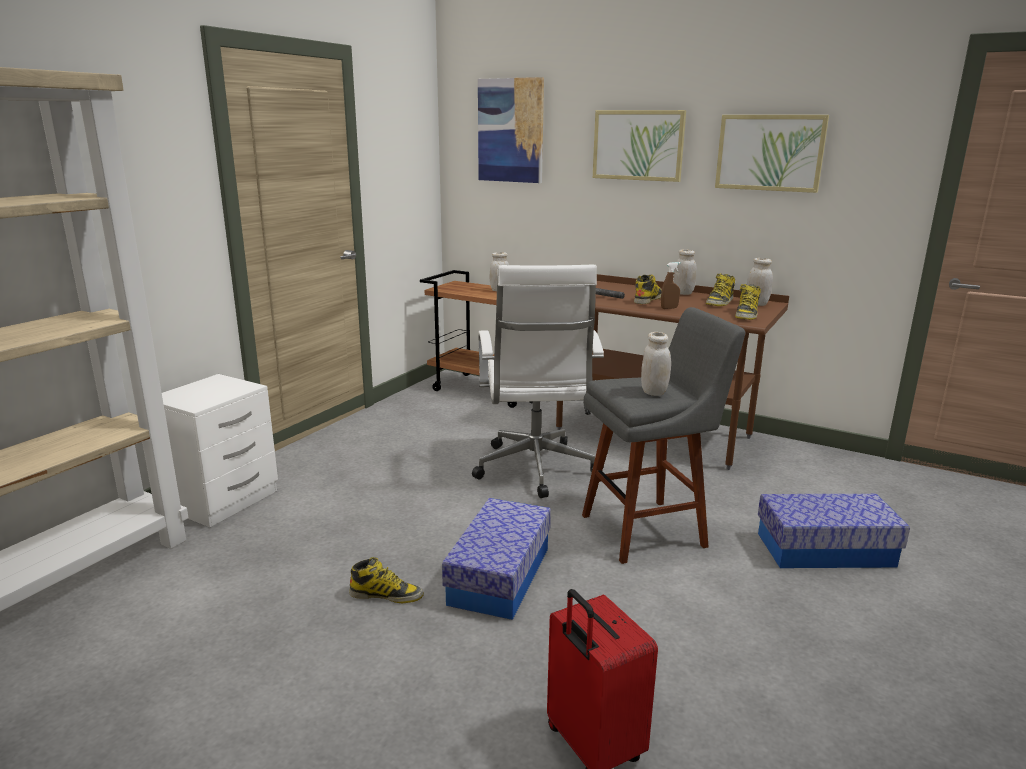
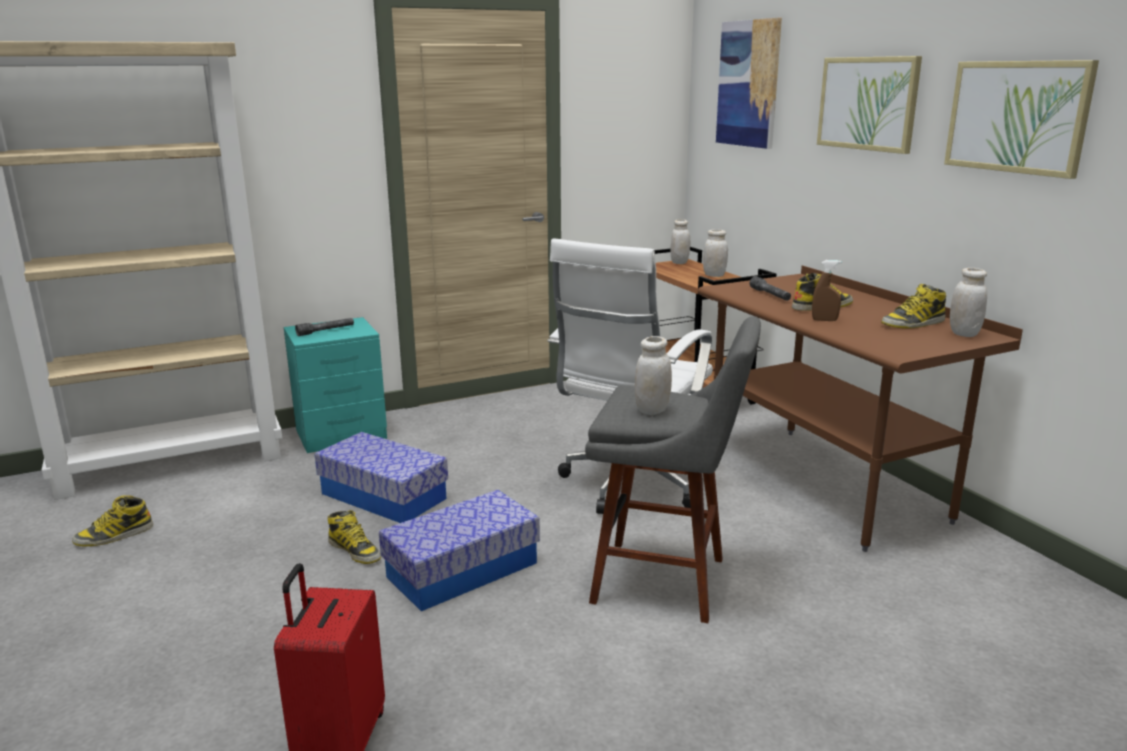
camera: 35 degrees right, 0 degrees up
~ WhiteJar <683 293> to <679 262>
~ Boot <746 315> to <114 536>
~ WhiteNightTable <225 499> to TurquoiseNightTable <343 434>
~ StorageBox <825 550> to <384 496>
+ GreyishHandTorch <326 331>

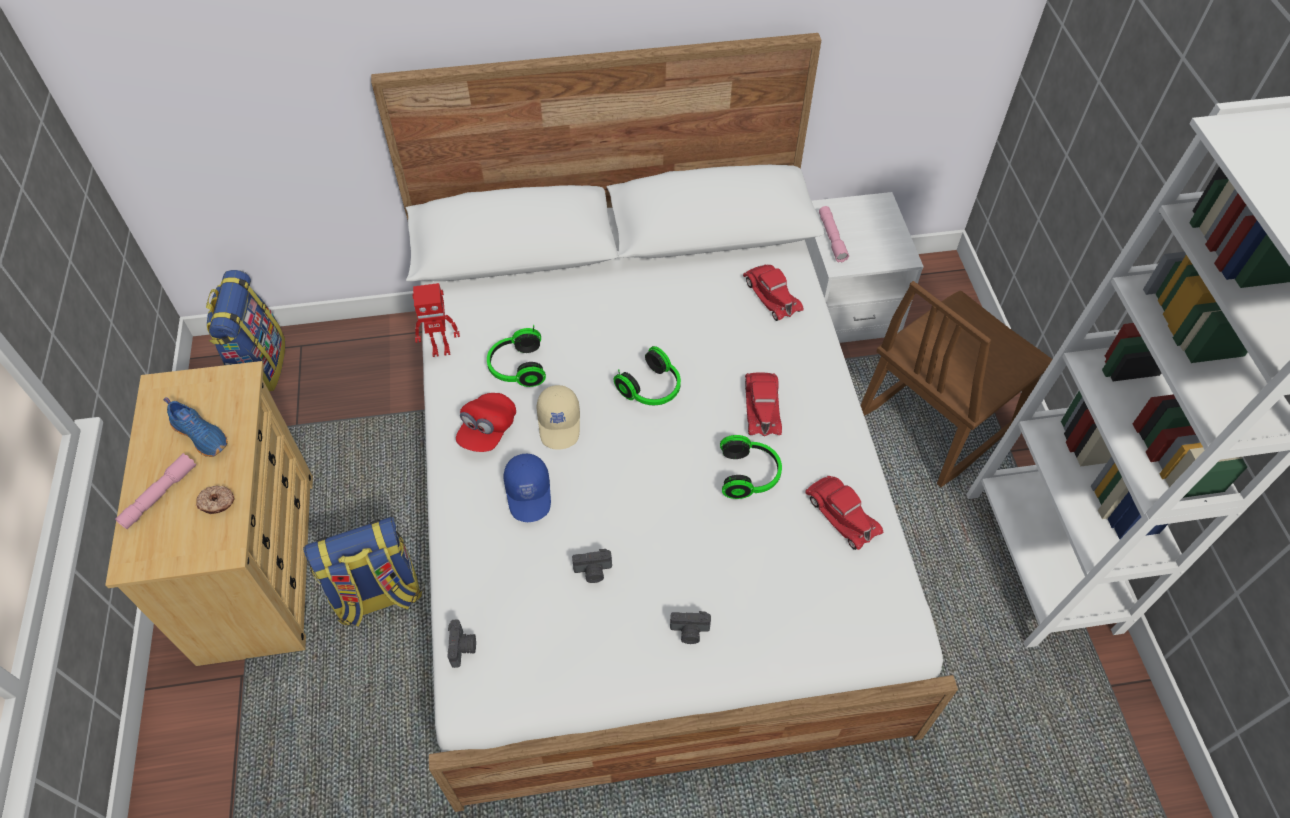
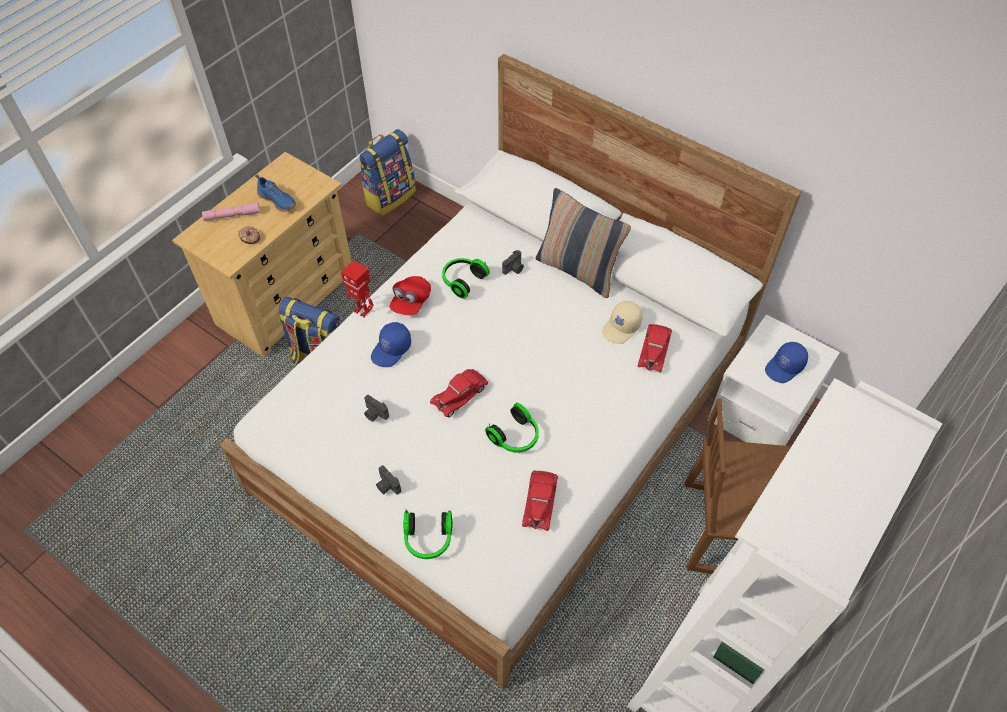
camera: 45 degrees right, 0 degrees up
- PinkColouredHandTorch <832 238>
~ ModelRobot <441 349> to <362 310>
~ Headset <652 389> to <428 539>
~ RedMiniatureCar <762 407> to <460 394>
~ SandColouredBaseballCap <560 423> to <622 327>
~ RedBaseballCap <487 430> = <411 302> 45 degrees counterclockwise
~ BlueLowShoe <202 435> = <278 200> 45 degrees counterclockwise
~ StillCamera <463 648> to <514 269>
+ ThrowPillow <578 270>
+ BlueBaseballCap <785 367>

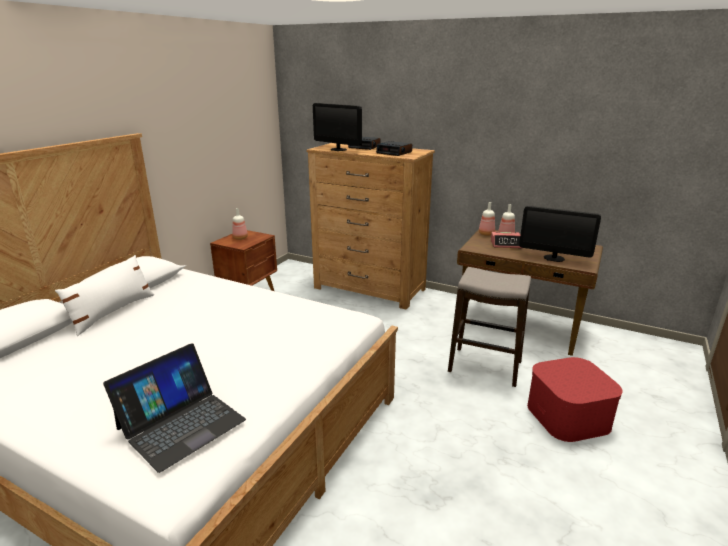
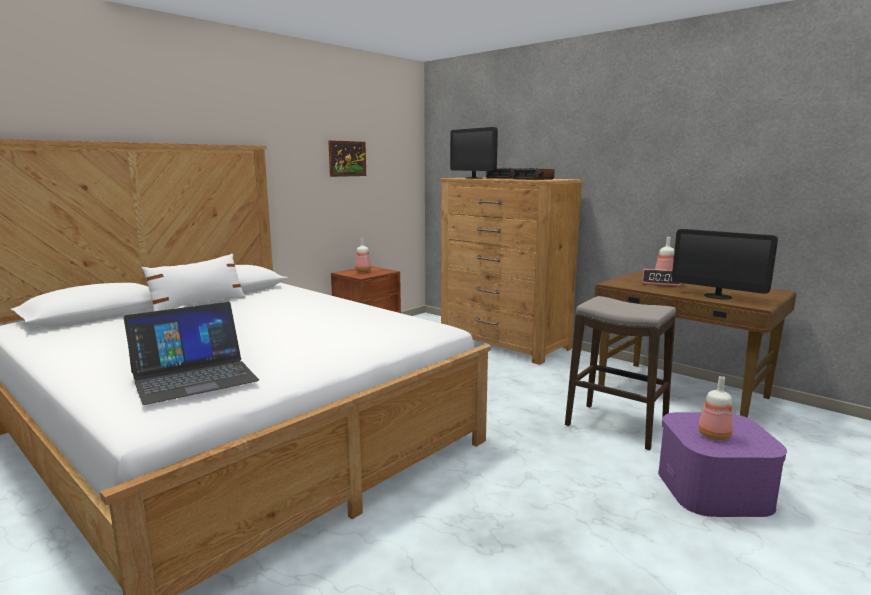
camera: 15 degrees right, 10 degrees down
~ DrinkBottle <485 234> to <713 435>
~ RedStorageBox <568 415> to PurplishStorageBox <714 489>
+ WallPicture <347 158>

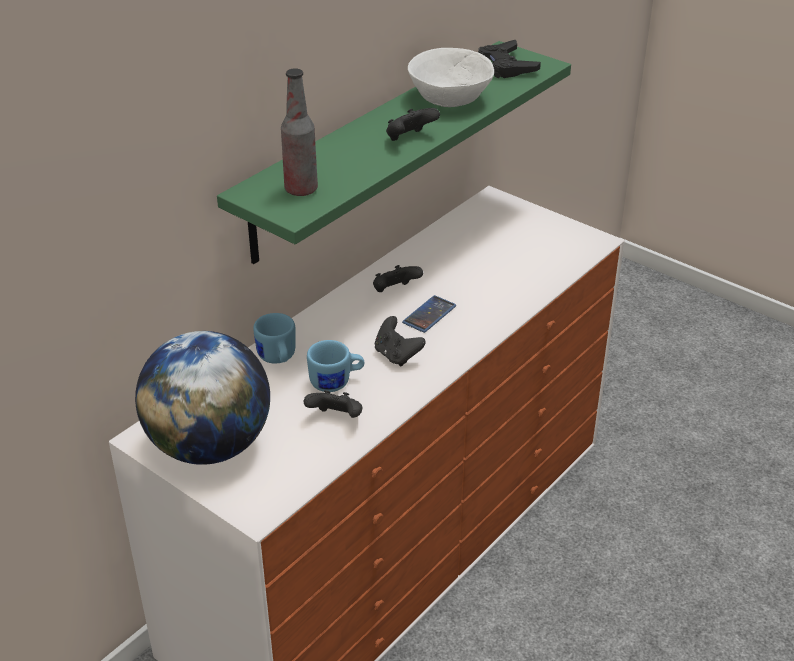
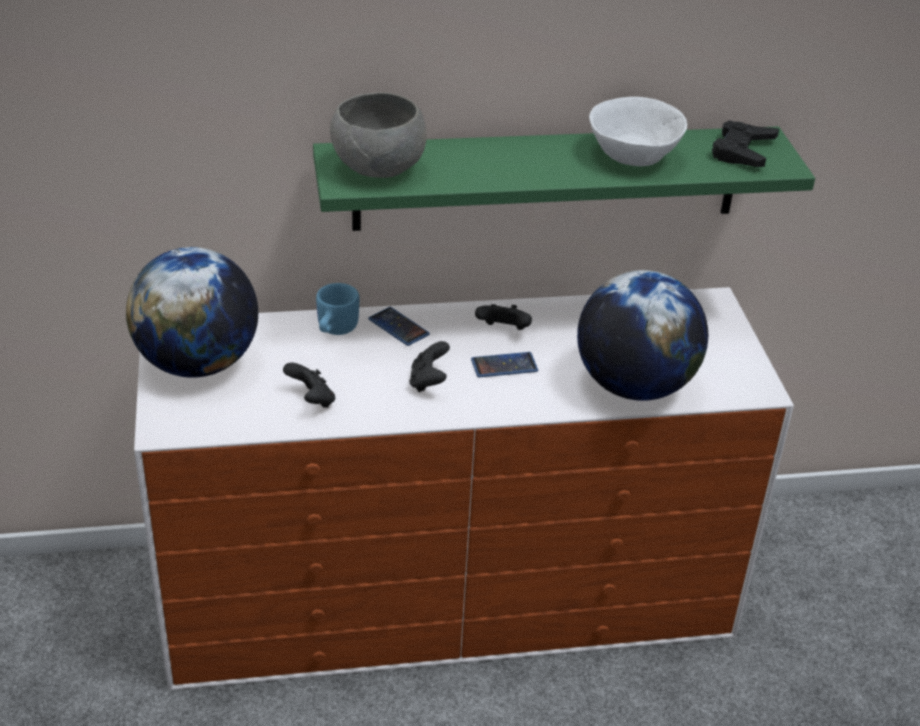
camera: 40 degrees right, 0 degrees up
~ DrinkBottle <301 190> to GreyishDeepDish <379 170>
- BlackishGamepad <409 139>
- BlueTeaMug <336 382>
+ WorldGlobe <634 386>
+ Phone <398 327>

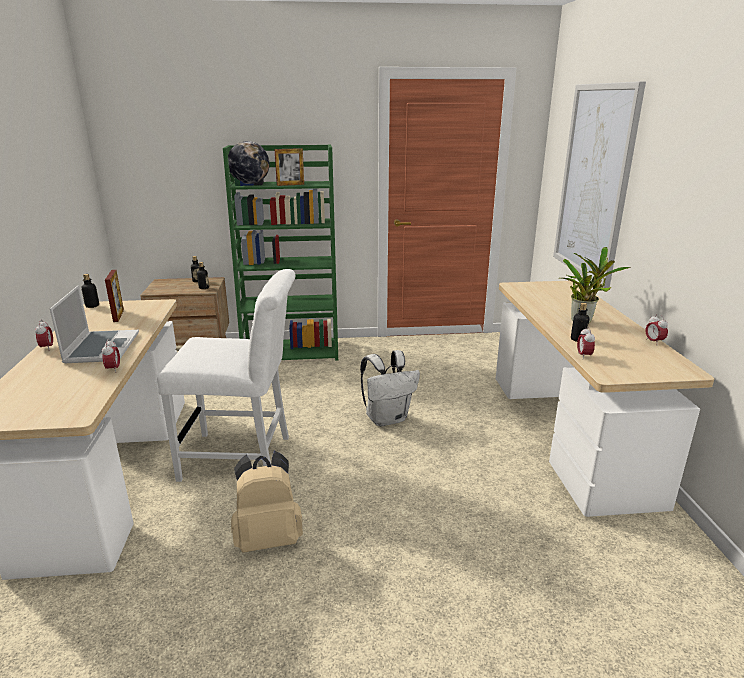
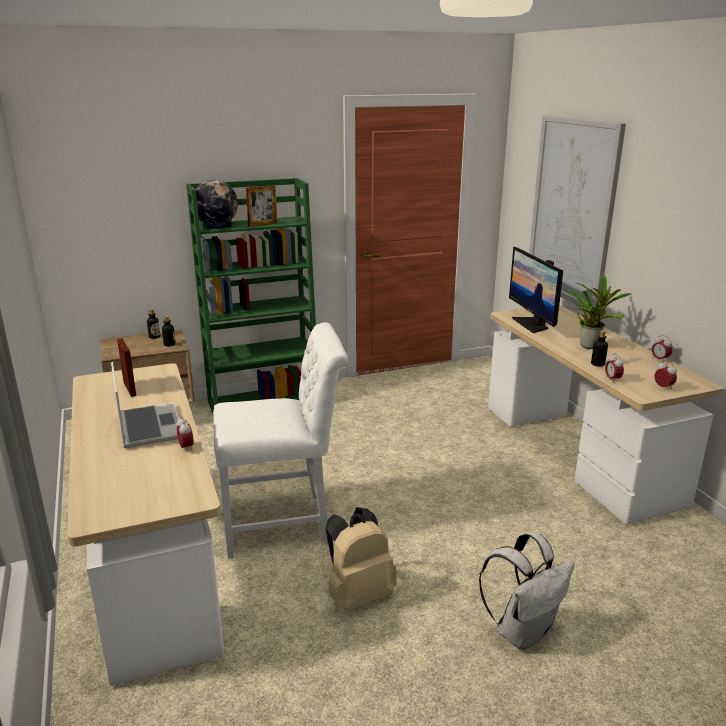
camera: 15 degrees left, 0 degrees up
- DrinkBottle <92 306>
~ BedsideClock <47 348> to <663 387>
~ WhiteKnapsack <387 418> to <523 631>
+ Monitor <532 324>

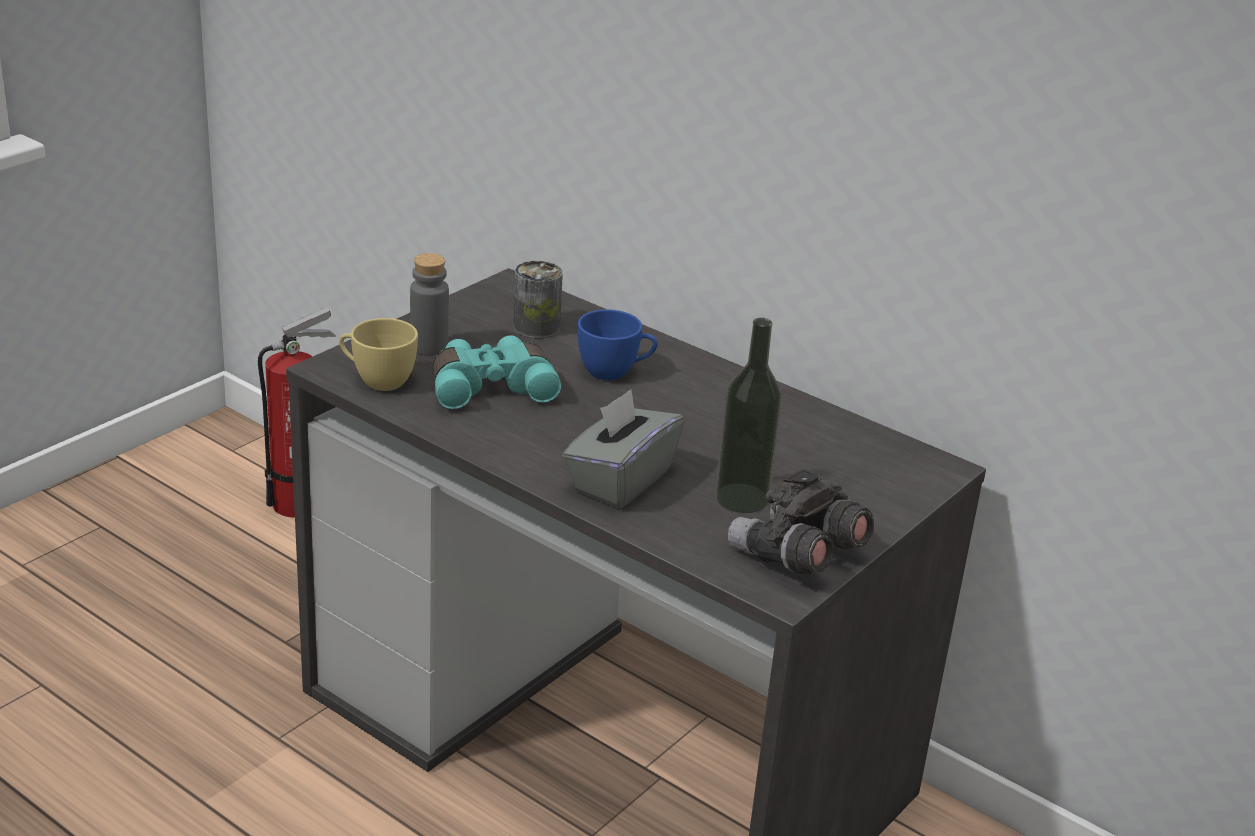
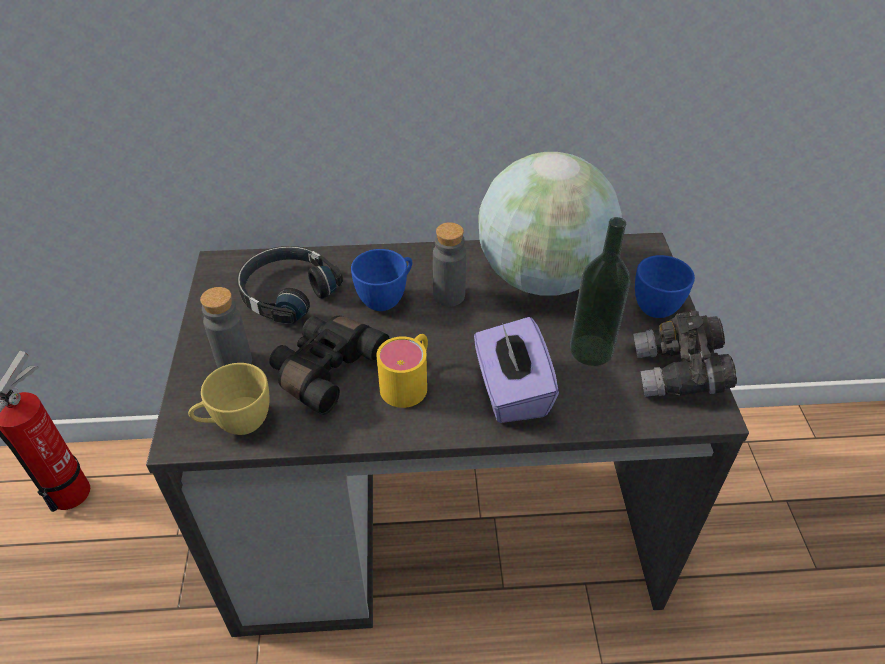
camera: 40 degrees left, 15 degrees up
~ SealedCan <536 327> to BlackishHeadset <287 292>
~ TurquoiseBinoculars <491 387> to BlackishBinoculars <325 369>
~ GreyishTissueHolder <620 480> to PurplishTissueHolder <511 391>
+ WorldGlobe <542 278>
+ GreyishDrinkBottle <449 296>
+ BlueSmallCup <657 303>
+ YellowishTeaMug <409 381>

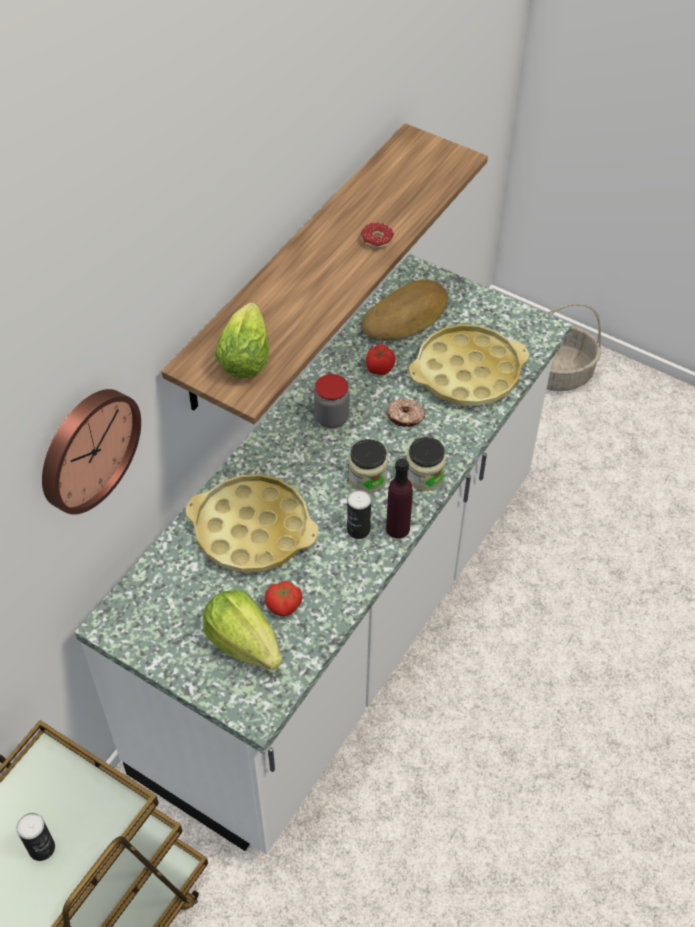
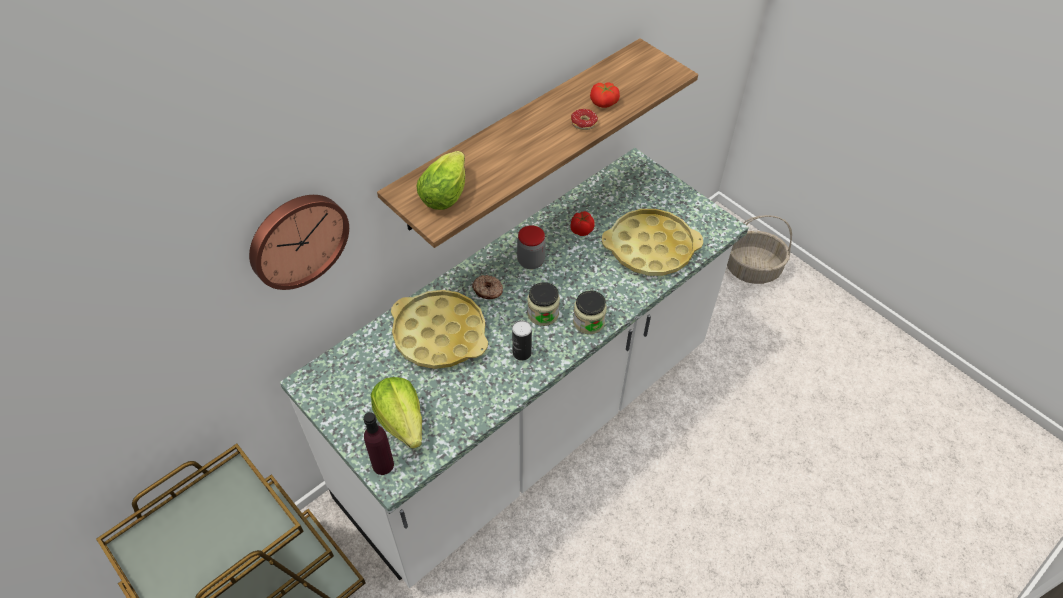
camera: 15 degrees right, 0 degrees up
- Bread <406 317>
~ Donut <405 417> to <487 291>
~ PurplishDrinkBottle <398 528> to <383 465>
~ WholeTomato <284 605> to <604 103>
- SealedCan <42 848>

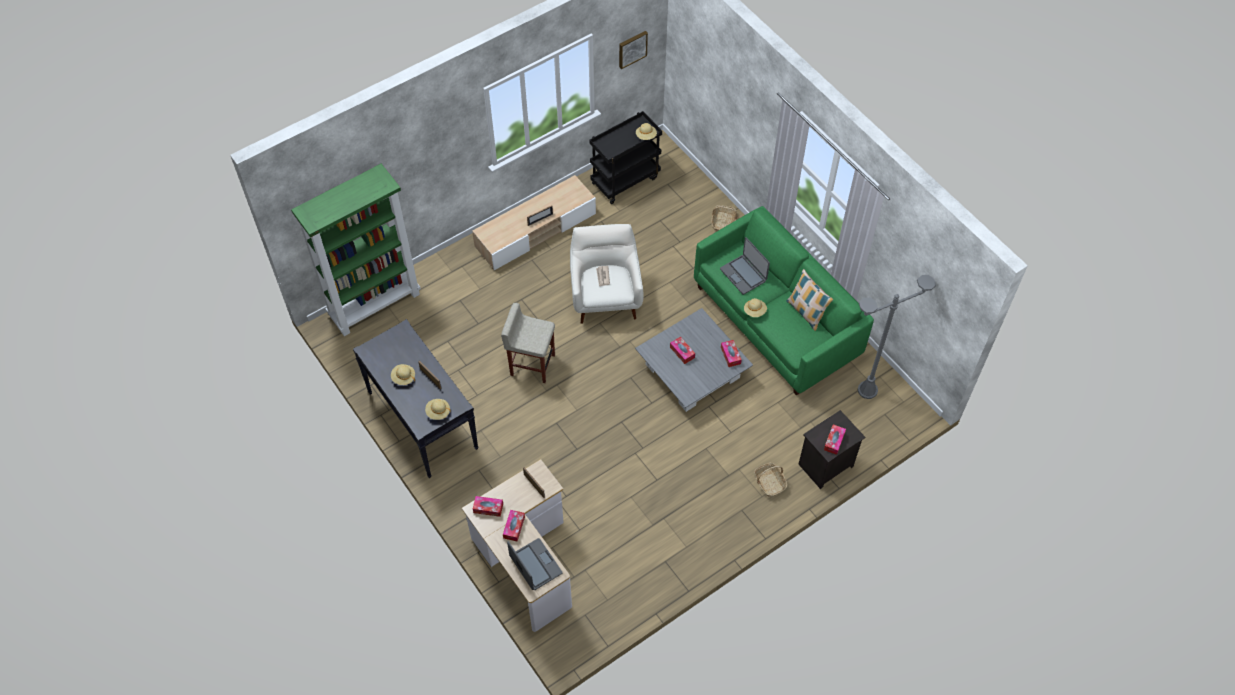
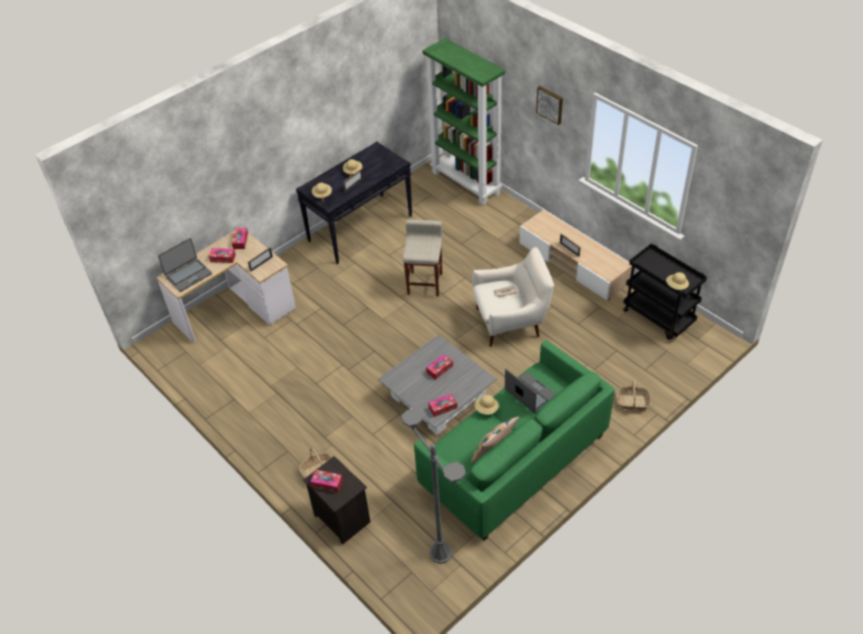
camera: 85 degrees right, 10 degrees down
~ WallPicture <632 48> to <550 104>
~ Laptop <743 275> = <529 393> 90 degrees clockwise

